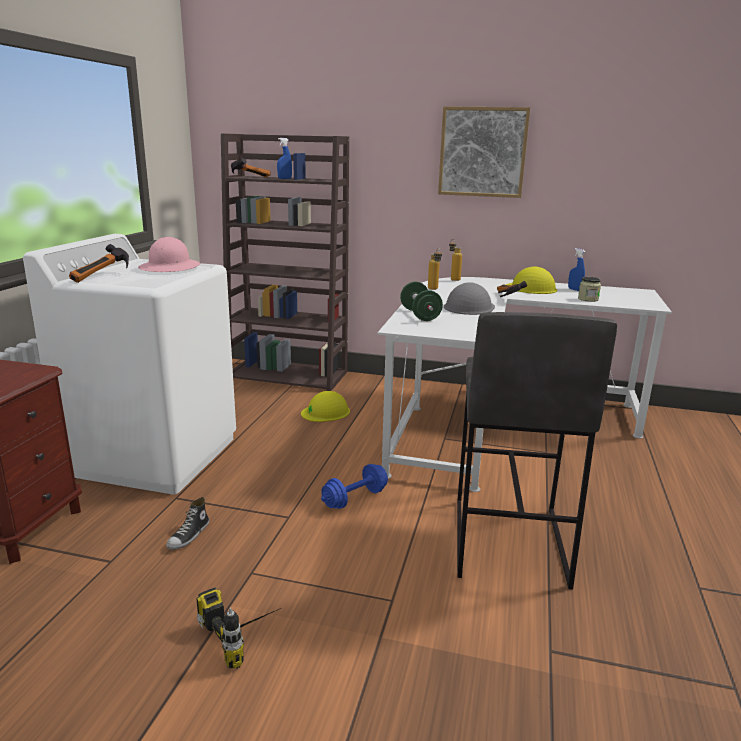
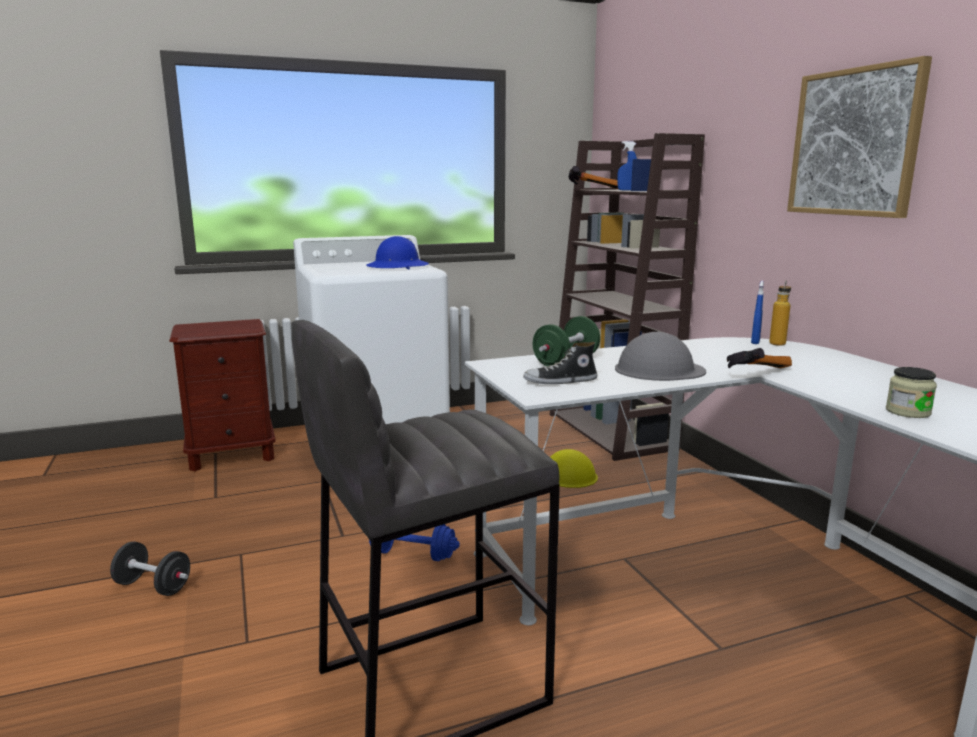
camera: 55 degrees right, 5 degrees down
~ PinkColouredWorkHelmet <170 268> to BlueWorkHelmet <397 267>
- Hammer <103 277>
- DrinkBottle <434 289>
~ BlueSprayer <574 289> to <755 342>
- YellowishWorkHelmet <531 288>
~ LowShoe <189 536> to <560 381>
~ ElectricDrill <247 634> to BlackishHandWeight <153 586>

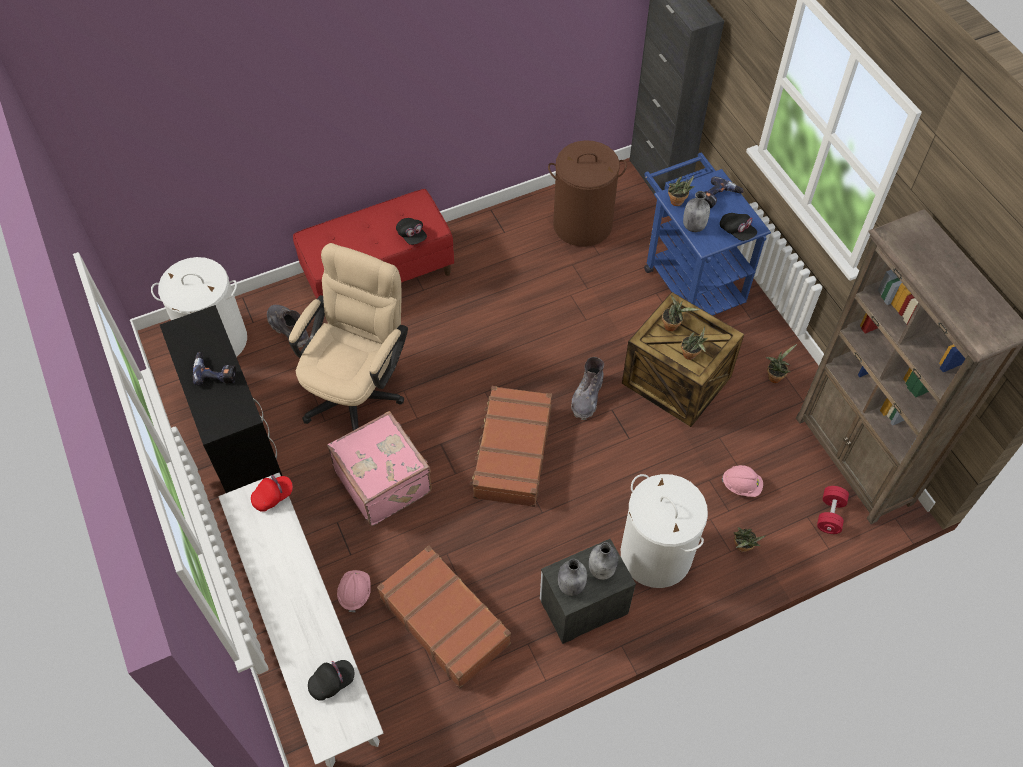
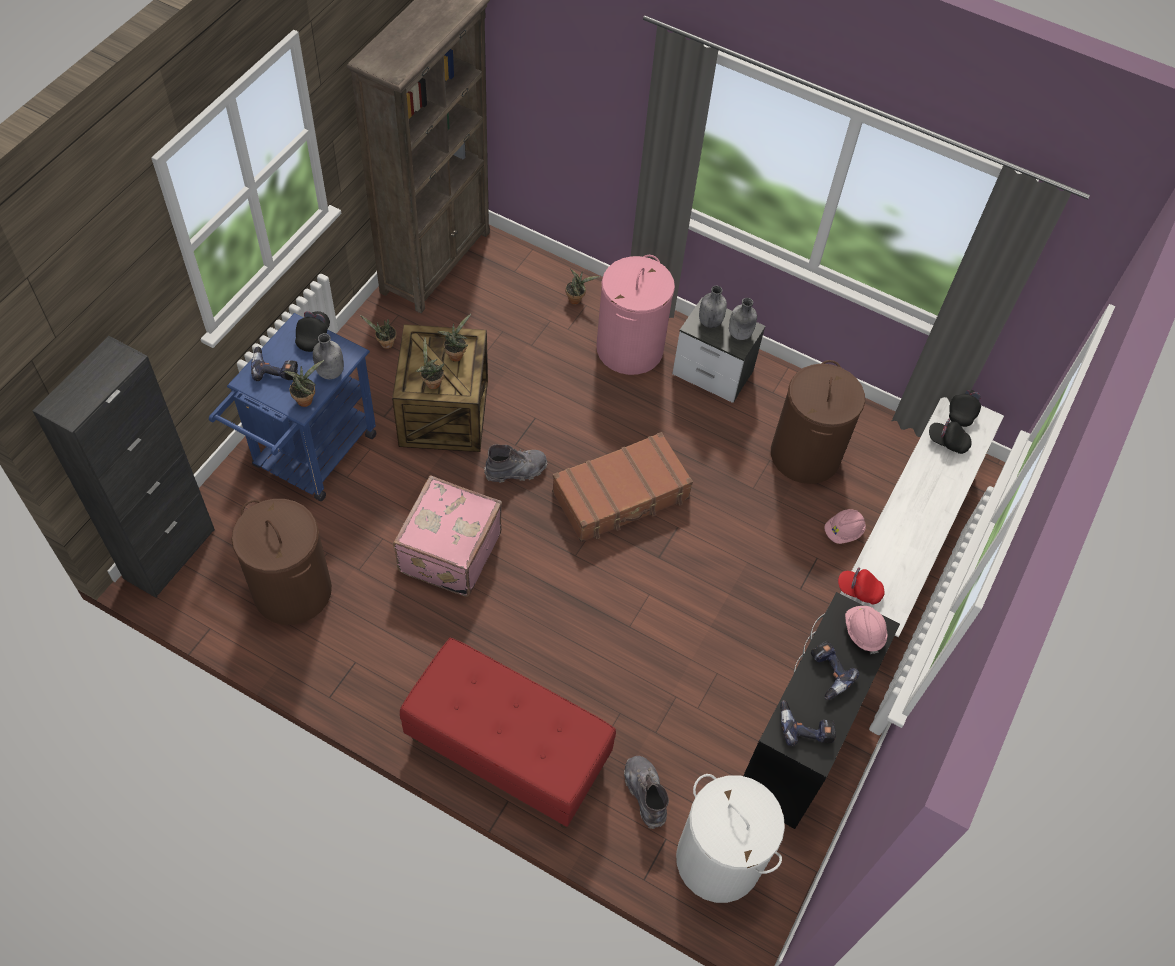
camera: 130 degrees left, 0 degrees up
~ BlackishBaseballCap <412 236> to <962 411>
- SandColouredDeskChair <358 389>
~ GreyishBoot <288 329> = <645 793> 150 degrees clockwise
~ PinkColouredPieceOfLuggage <384 480> to <448 552>
~ PinkColouredWorkHelmet <741 485> to <863 632>
~ WhiteLaundryBasket <655 555> to PinkColouredLaundryBasket <630 349>
- RedHandWeight <830 515>
~ BrownishPieceOfLuggage <445 620> to BrownishLaundryBasket <805 455>
+ ElectricDrill <805 726>

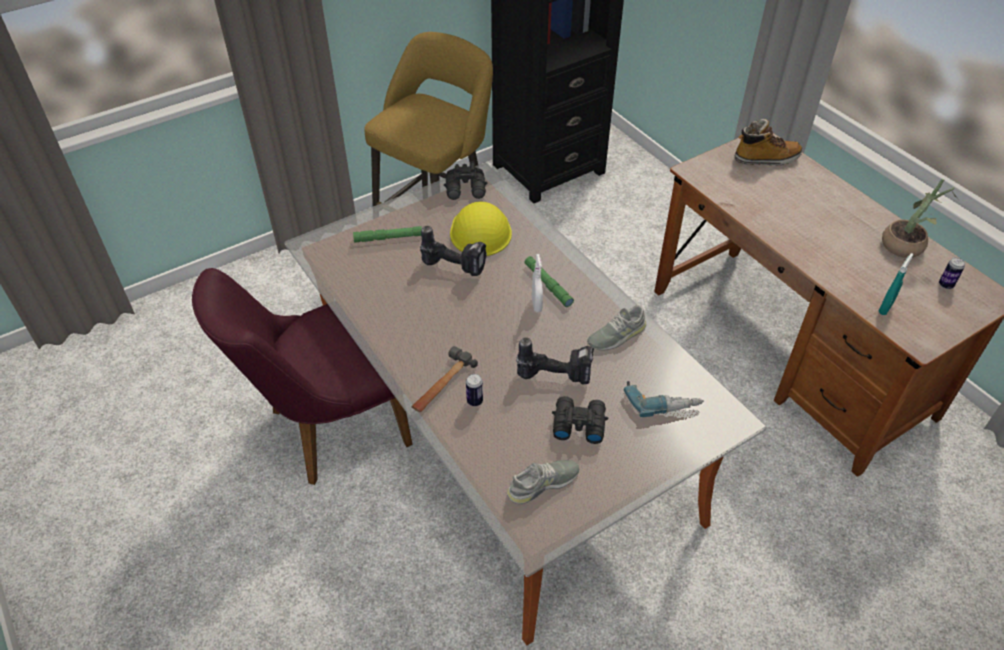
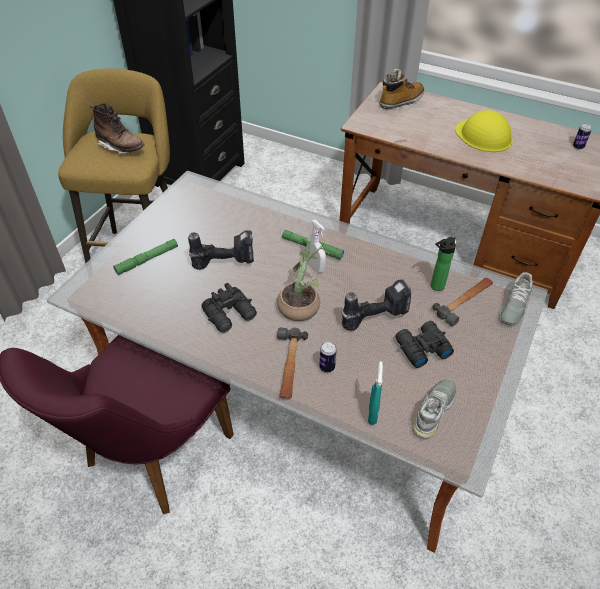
camera: 30 degrees left, 0 degrees up
~ BlackishBinoculars <466 190> to <231 315>
~ PlantInAPot <906 244> to <302 304>
~ YellowishWorkHelmet <480 231> to <483 135>
~ TurquoiseSprayer <885 308> to <372 413>
~ GreyishLowShoe <616 335> to <514 305>
~ ElectricDrill <661 400> to Hammer <465 301>
+ BrownishBoot <121 147>
+ DrinkBottle <435 287>

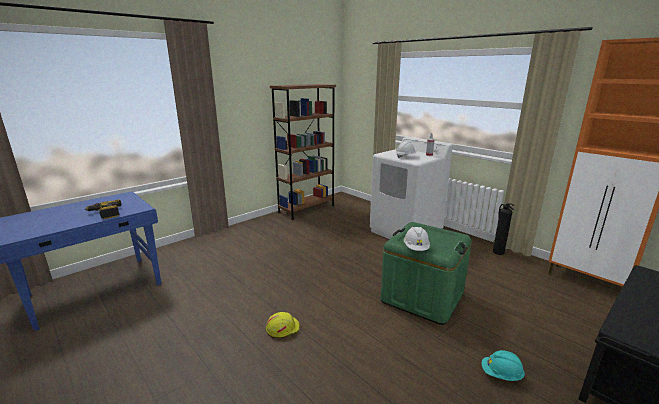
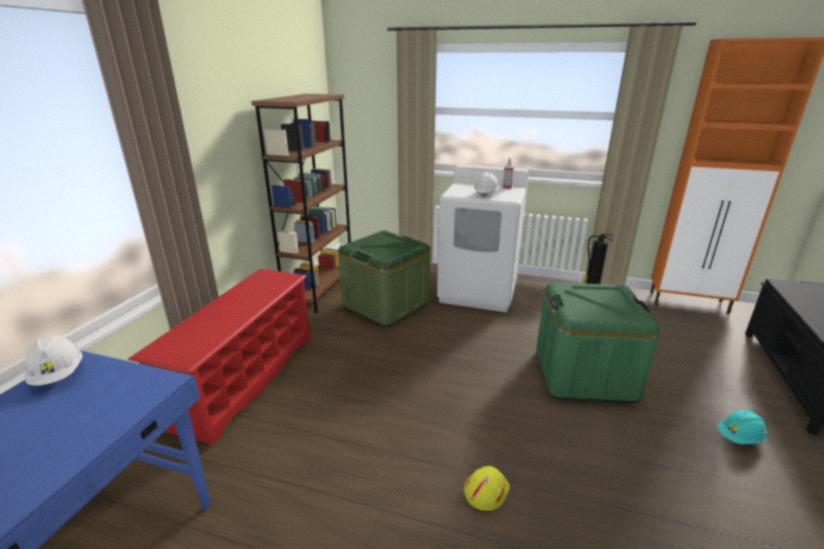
camera: 30 degrees left, 5 degrees up
- ElectricDrill <105 213>
~ WhiteWorkHelmet <416 248> to <58 375>
+ GreenStorageBox <386 305>
+ RedShoeRack <245 379>

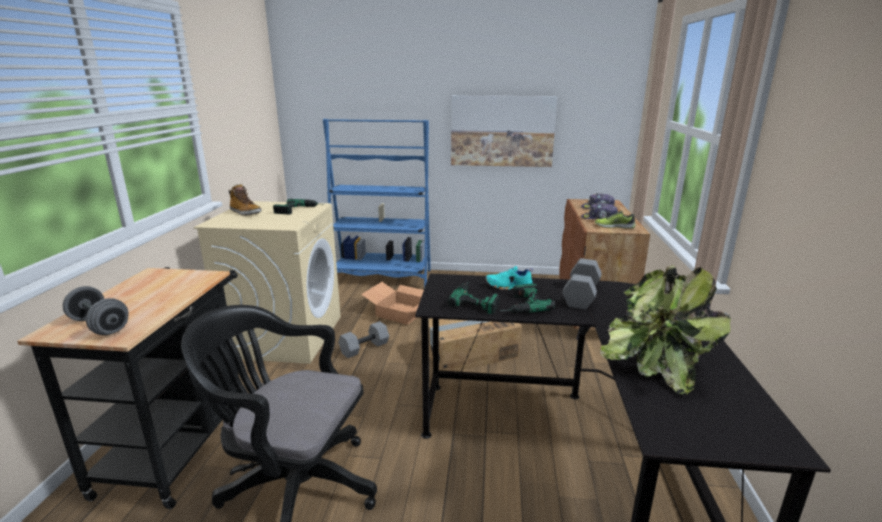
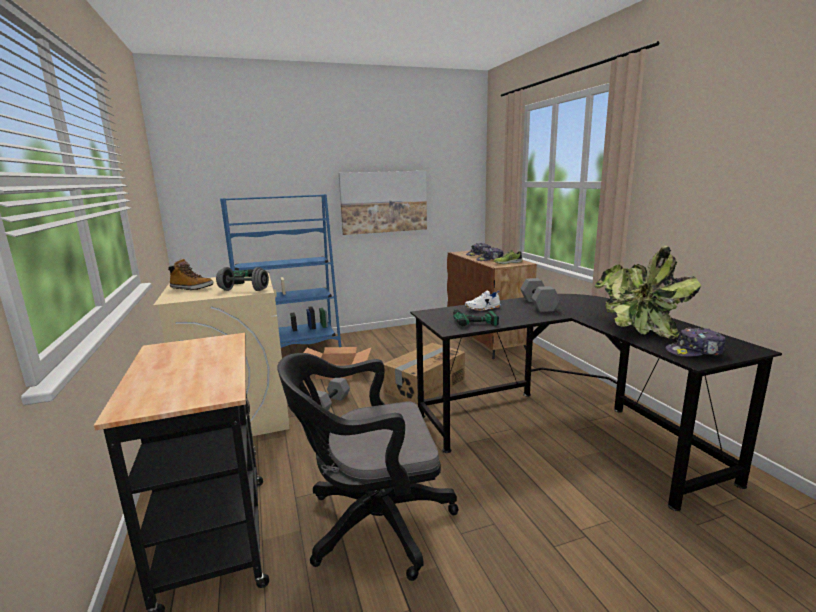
camera: 25 degrees left, 5 degrees down
~ TurquoiseLowShoe <509 286> to WhiteLowShoe <483 308>
- ElectricDrill <519 305>
~ GreyishHandWeight <100 326> to <244 290>
+ BaseballCap <695 352>

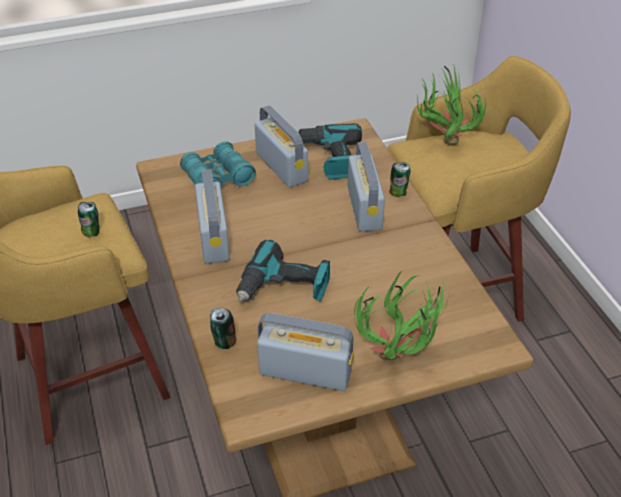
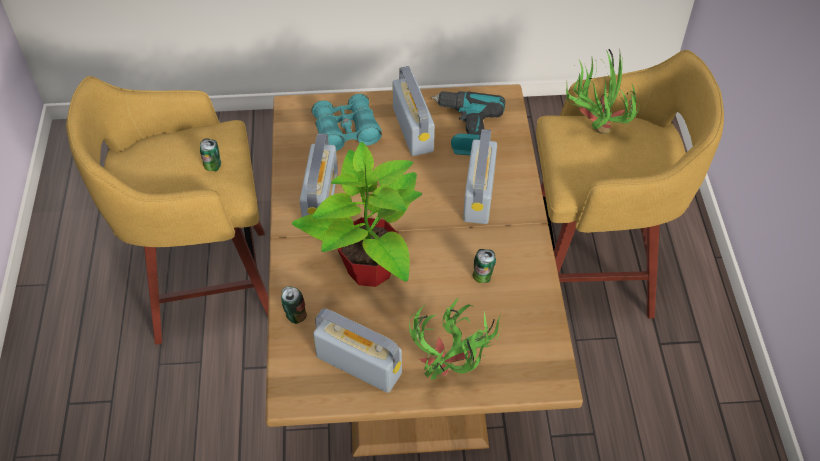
camera: 15 degrees right, 10 degrees up
~ SealedCan <398 193> to <482 277>
~ ElectricDrill <284 288> to PlantInAPot <369 270>

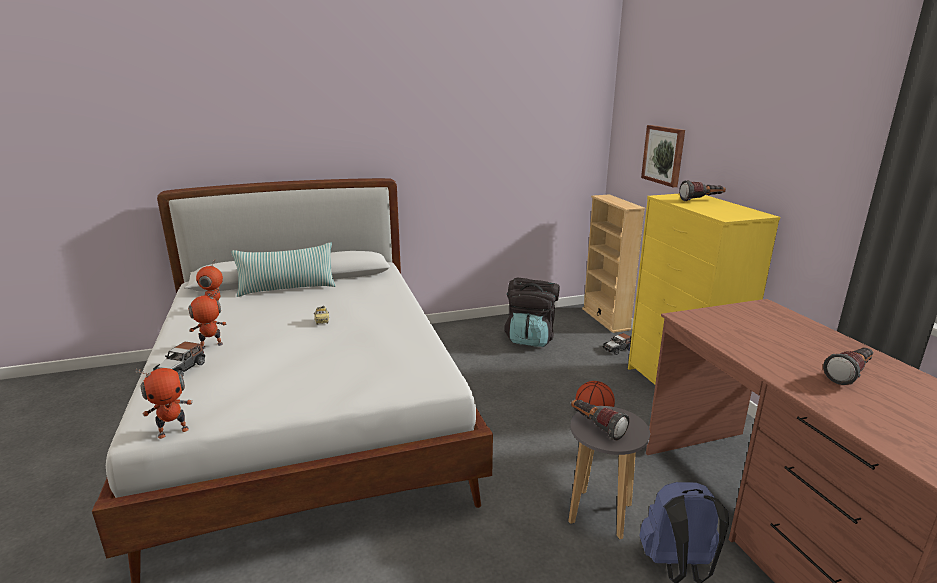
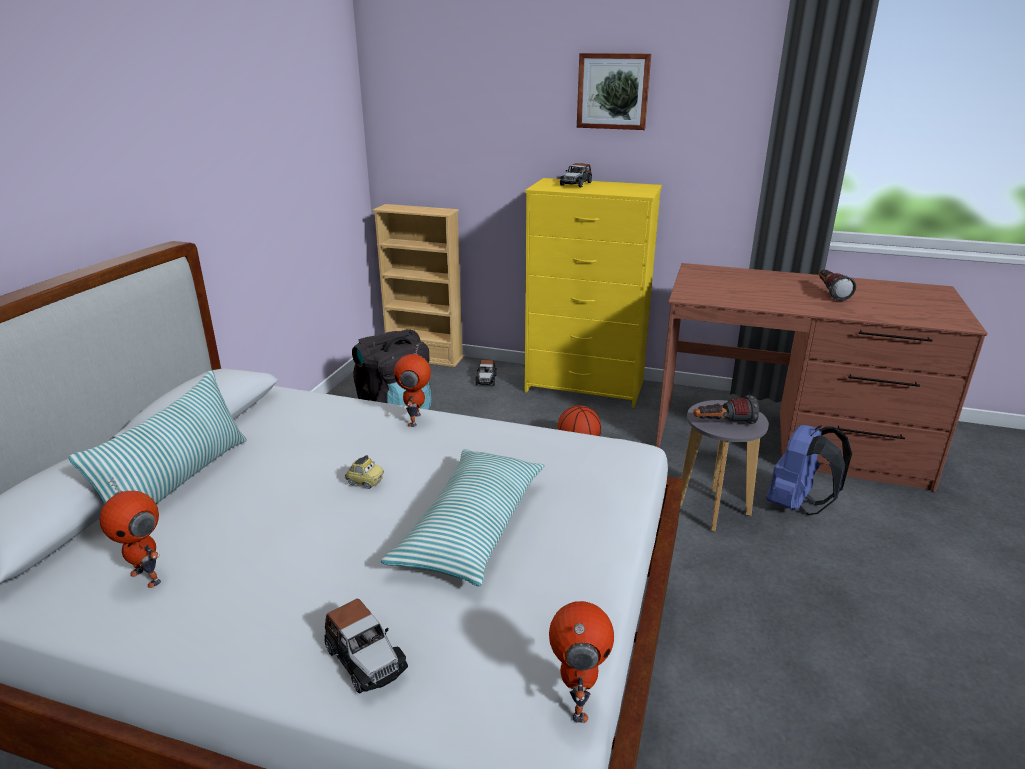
camera: 55 degrees left, 5 degrees up
~ WallPicture <664 155> to <613 91>
~ HandTorch <702 200> to MiniatureCar <576 184>
~ ModelRobot <211 346> to <416 420>
+ ThrowPillow <471 528>

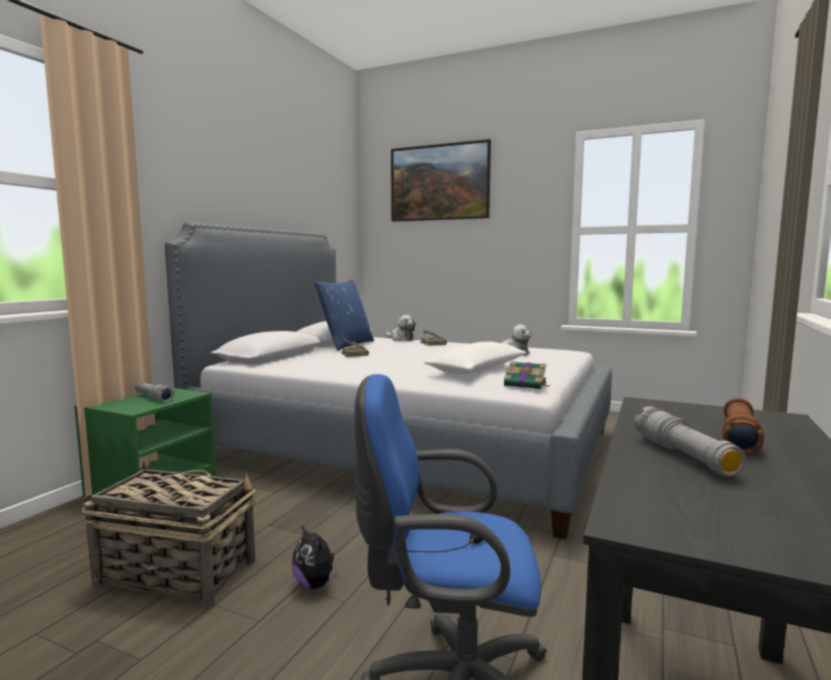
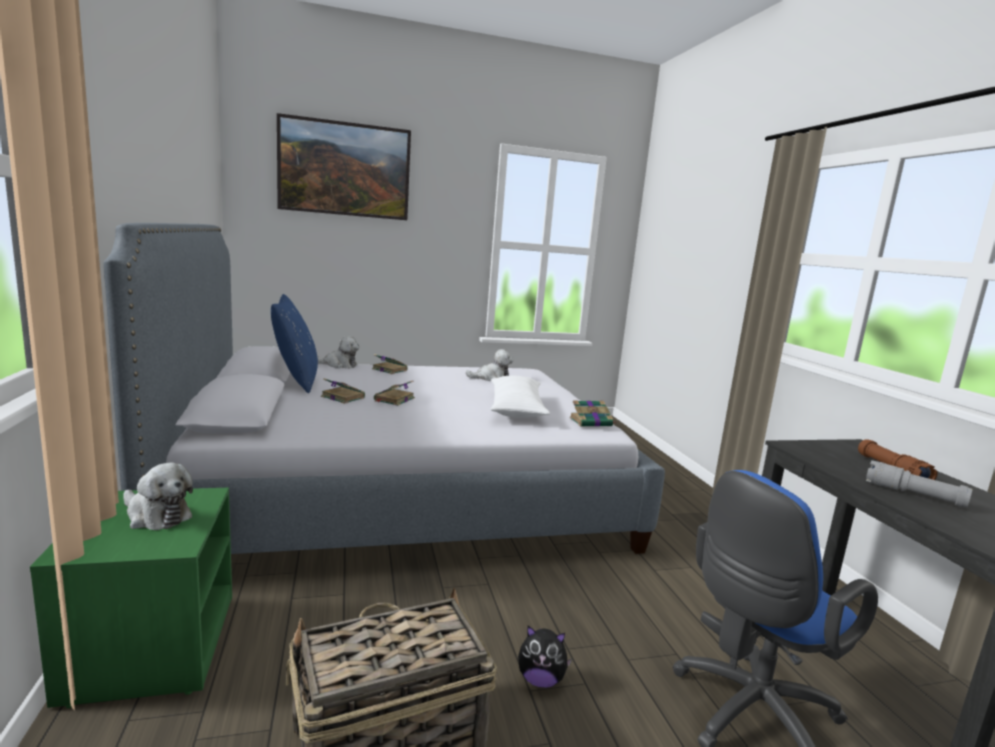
camera: 40 degrees left, 5 degrees up
~ GreyishHandTorch <154 397> to PlushToy <156 516>
+ BoundBook <394 399>

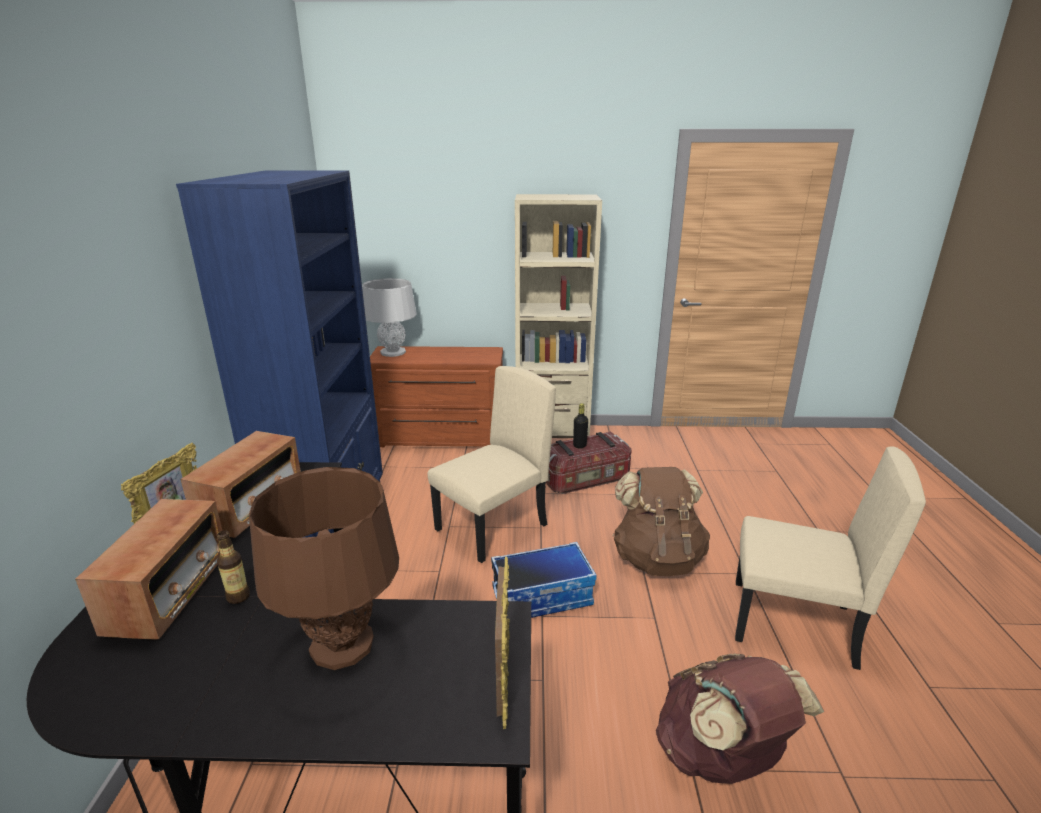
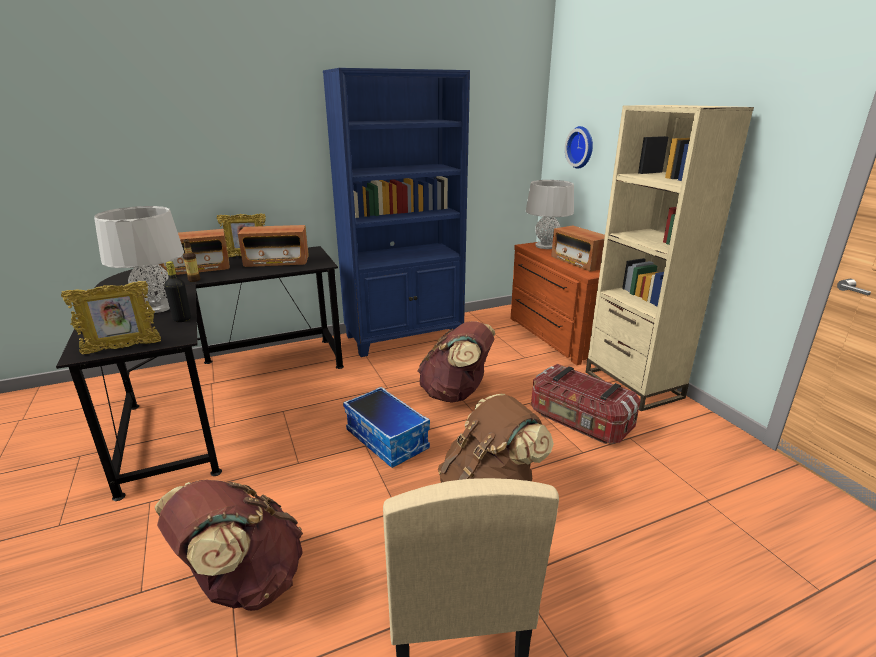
camera: 65 degrees right, 0 degrees up
~ SandColouredPlainChair <492 527> to BrownishKnapsack <456 394>
~ BlackishDrinkBottle <579 445> to <182 319>
~ BrownishTabletopLamp <341 644> to GreyishTabletopLamp <156 307>
+ WallClock <581 147>
+ Radio <579 262>

